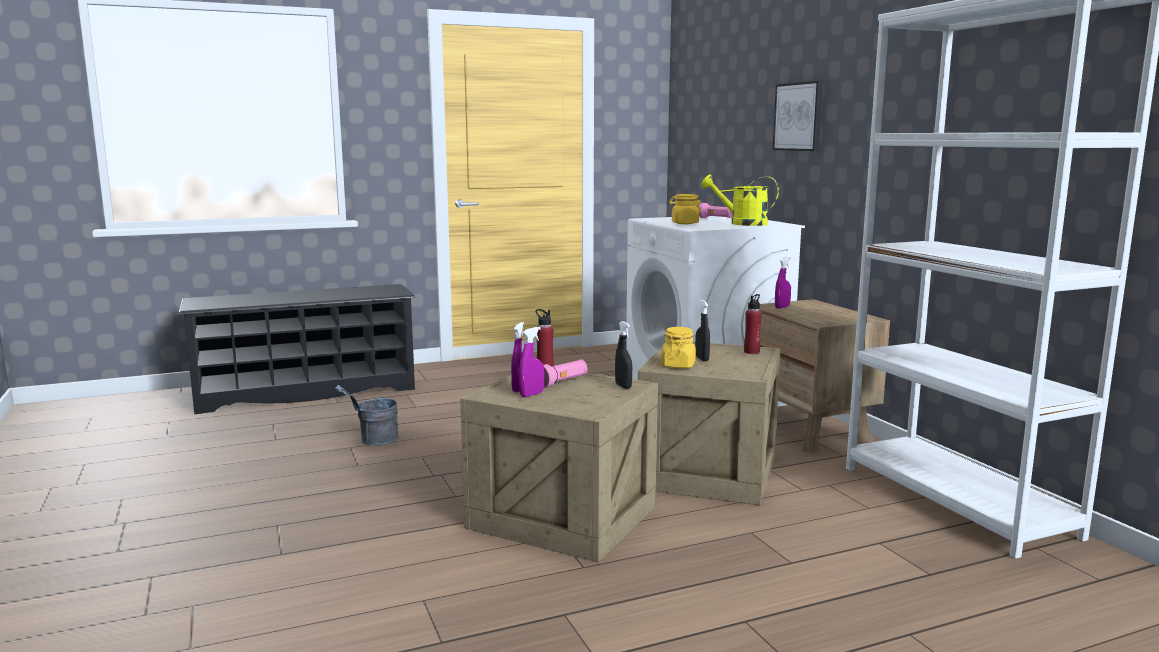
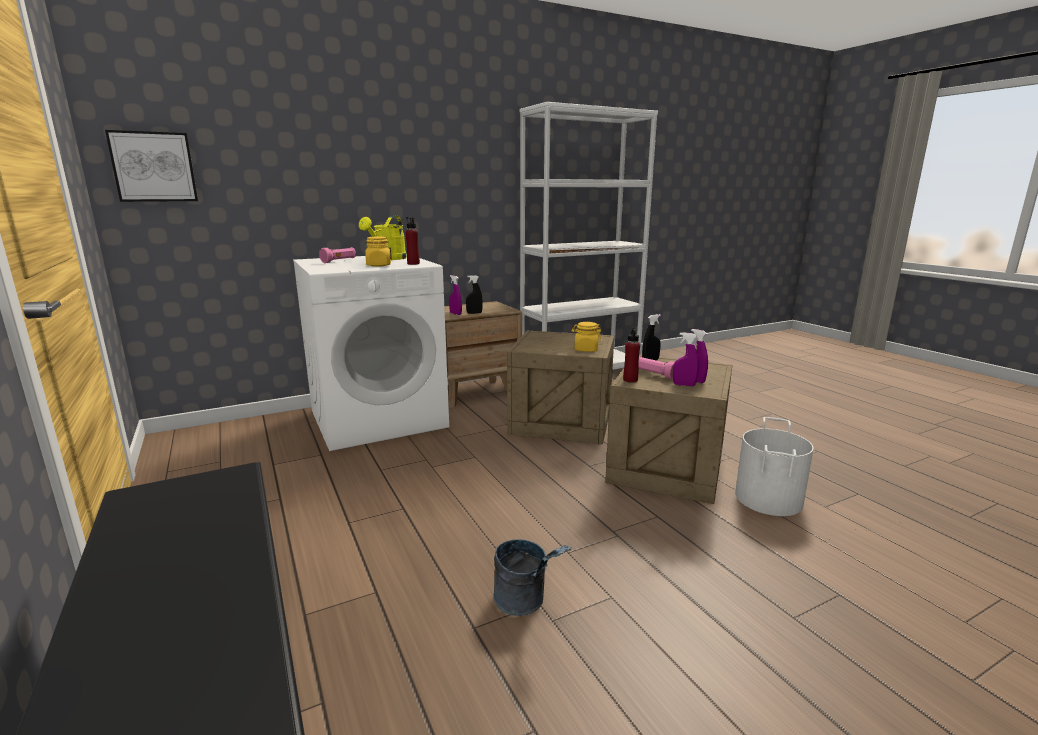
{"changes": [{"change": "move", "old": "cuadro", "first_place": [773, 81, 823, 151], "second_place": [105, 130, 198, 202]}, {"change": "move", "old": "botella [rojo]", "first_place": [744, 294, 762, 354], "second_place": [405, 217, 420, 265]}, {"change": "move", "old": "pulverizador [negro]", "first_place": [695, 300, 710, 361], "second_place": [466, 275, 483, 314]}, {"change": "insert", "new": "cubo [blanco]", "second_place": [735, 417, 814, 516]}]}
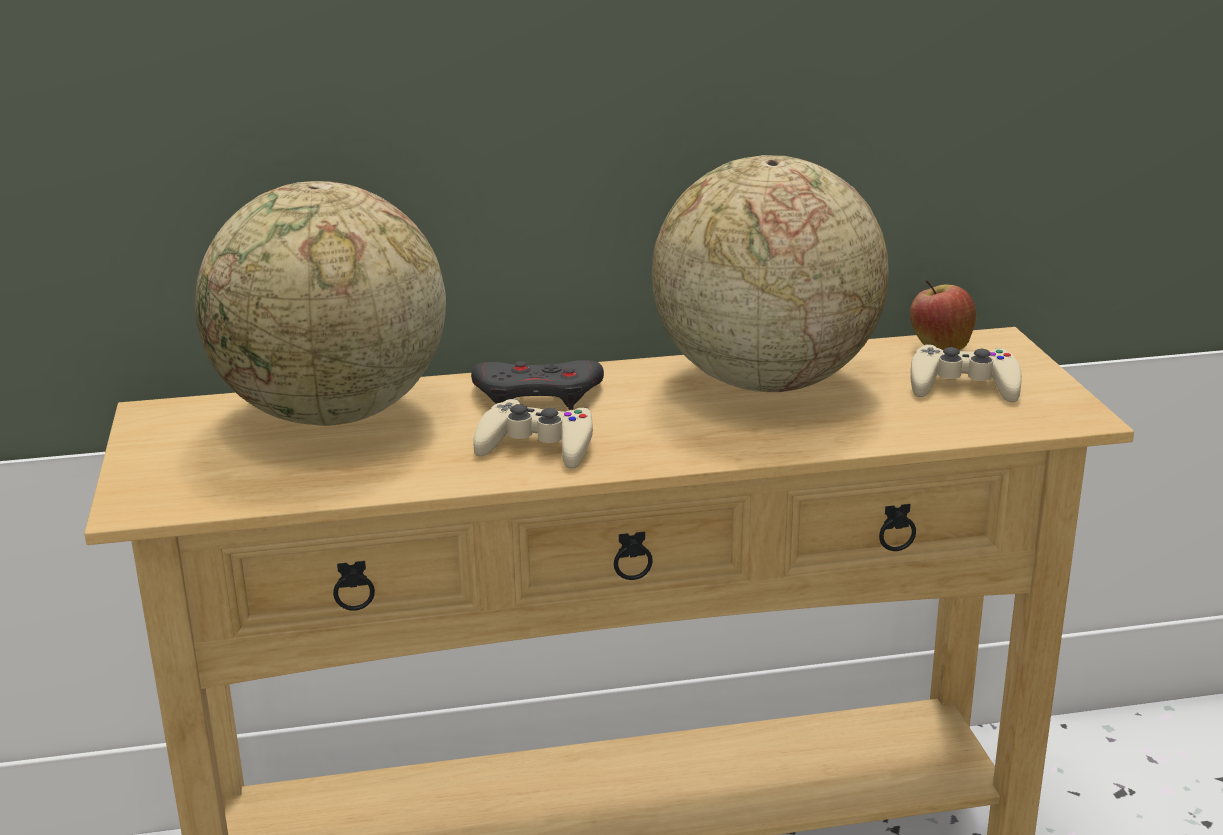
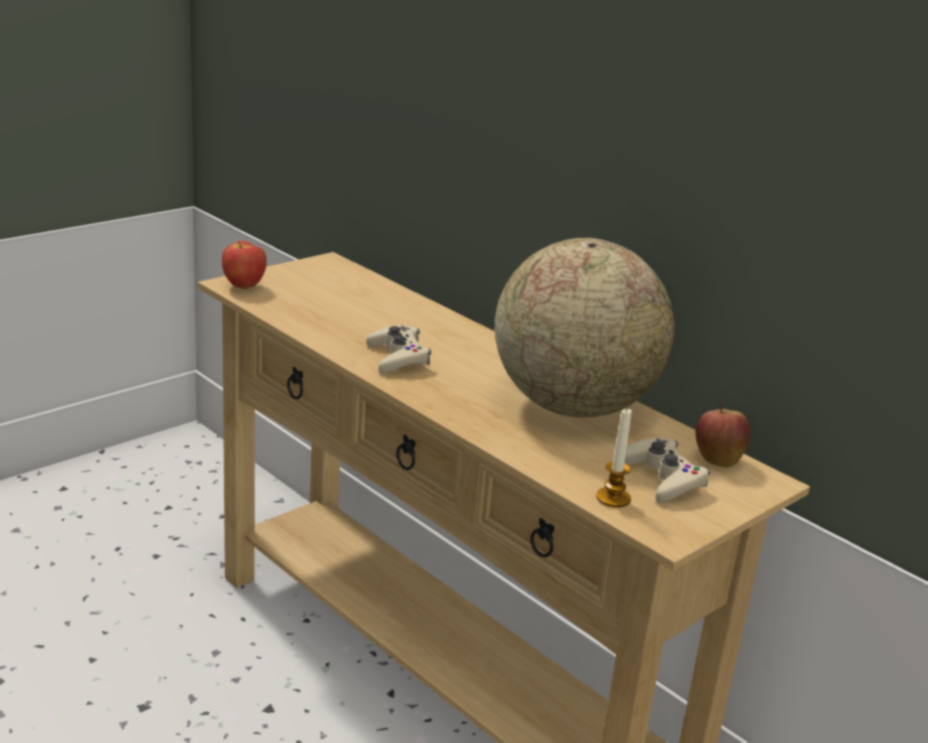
{"changes": [{"change": "insert", "new": "manzana", "second_place": [222, 241, 267, 289]}, {"change": "insert", "new": "vela", "second_place": [596, 407, 632, 508]}, {"change": "delete", "old": "globo terráqueo", "first_place": [195, 181, 446, 426]}, {"change": "delete", "old": "mando de consola [gris]", "first_place": [471, 360, 604, 410]}]}
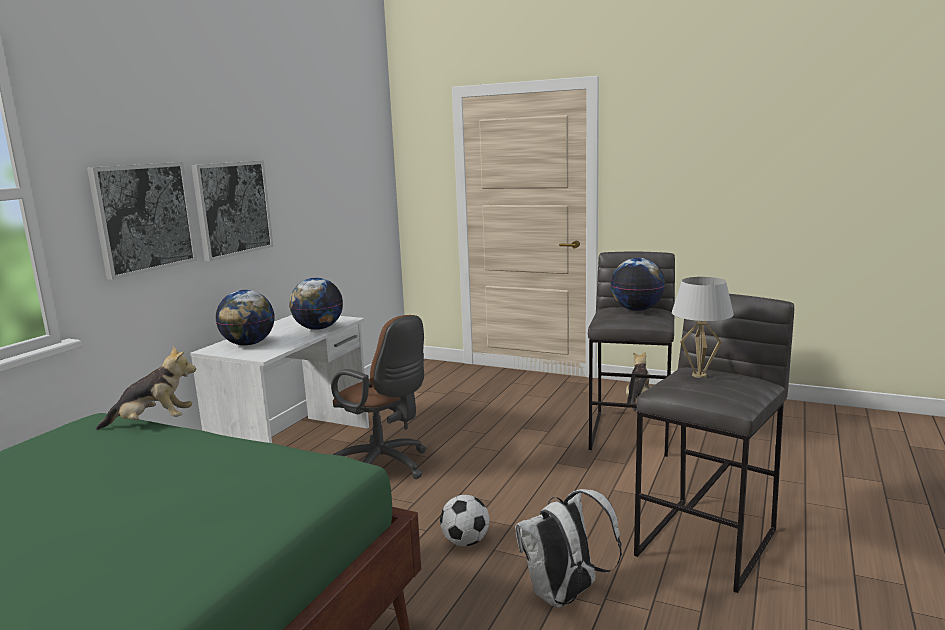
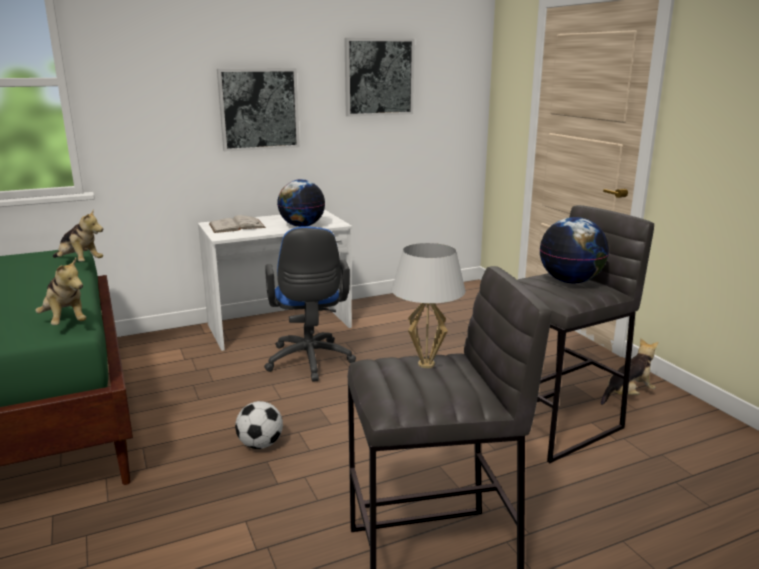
{"changes": [{"change": "insert", "new": "peluche", "second_place": [35, 258, 87, 325]}, {"change": "replace", "old": "globo terráqueo", "new": "libro [blanco]", "first_place": [216, 290, 275, 346], "second_place": [209, 215, 266, 233]}, {"change": "recolor", "old": "silla de oficina [marrón]", "new": "silla de oficina [azul]", "first_place": [331, 315, 426, 479], "second_place": [264, 226, 356, 382]}, {"change": "move", "old": "cuadro", "first_place": [87, 162, 197, 280], "second_place": [344, 38, 415, 117]}, {"change": "delete", "old": "mochila [blanco]", "first_place": [515, 489, 622, 608]}]}
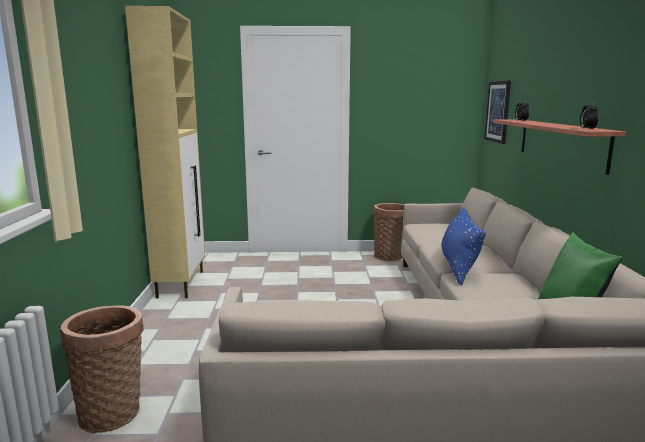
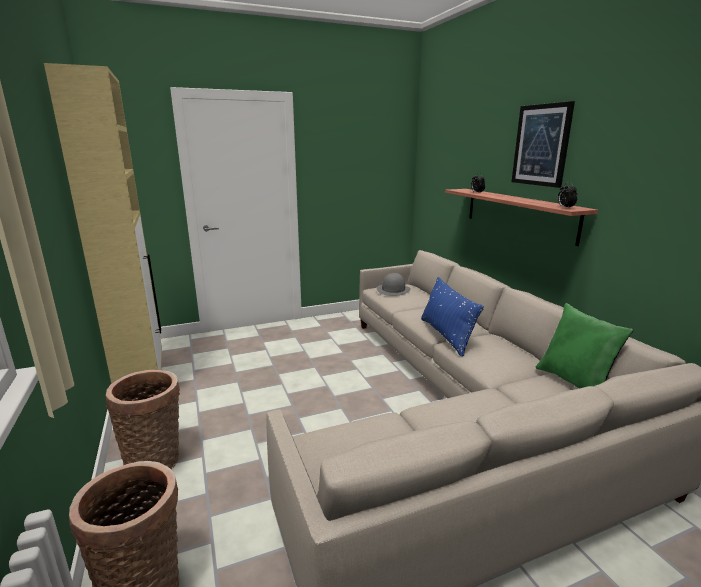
{"changes": [{"change": "move", "old": "cesta", "first_place": [373, 203, 404, 261], "second_place": [106, 370, 180, 469]}, {"change": "insert", "new": "sombrero [gris]", "second_place": [377, 273, 411, 296]}, {"change": "move", "old": "cuadro", "first_place": [484, 80, 511, 144], "second_place": [512, 101, 575, 188]}]}
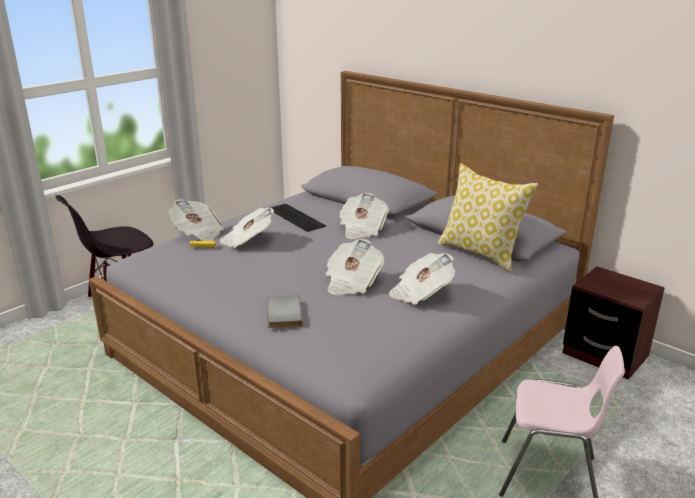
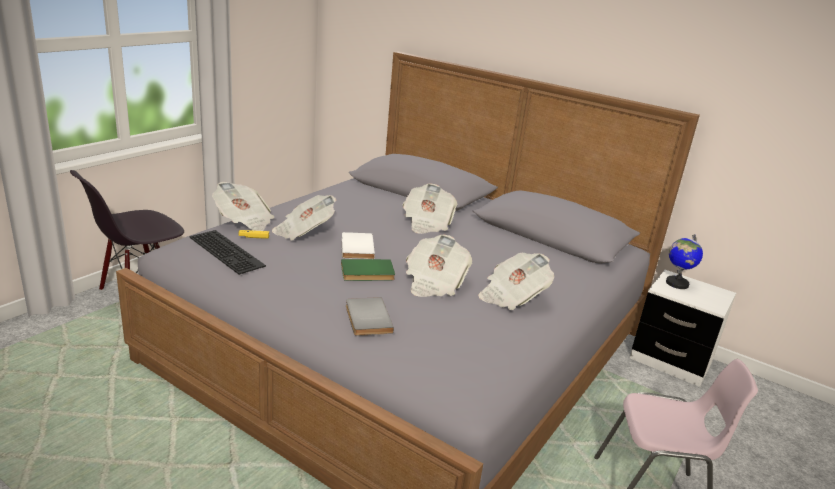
{"changes": [{"change": "move", "old": "teclado", "first_place": [270, 204, 326, 232], "second_place": [189, 230, 266, 275]}, {"change": "insert", "new": "libro [verde]", "second_place": [341, 259, 395, 281]}, {"change": "insert", "new": "libro [blanco]", "second_place": [342, 232, 375, 259]}, {"change": "recolor", "old": "mesita de noche [marrón]", "new": "mesita de noche [blanco]", "first_place": [563, 266, 665, 380], "second_place": [630, 270, 736, 387]}, {"change": "insert", "new": "globo terráqueo", "second_place": [666, 234, 703, 289]}, {"change": "delete", "old": "cojín", "first_place": [438, 163, 538, 272]}]}
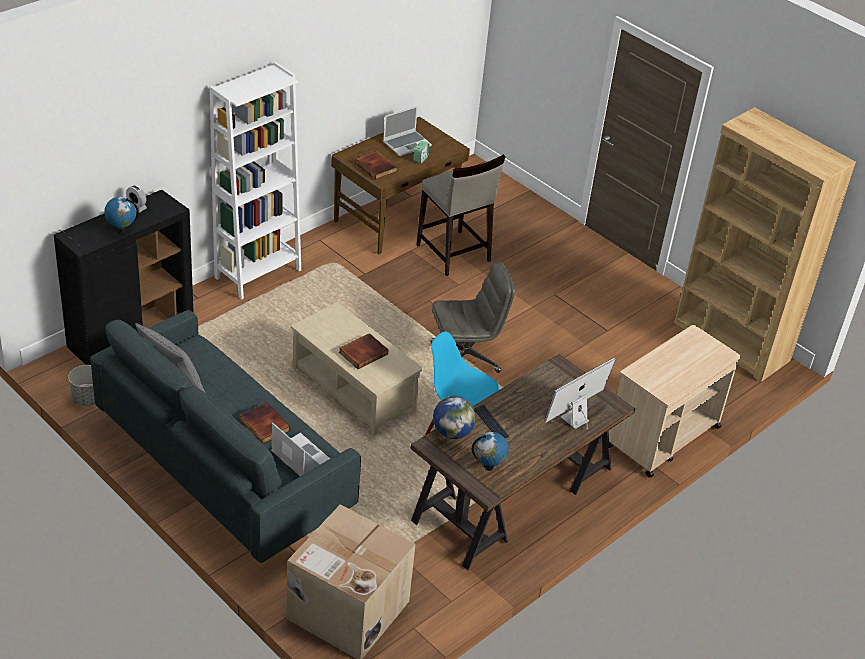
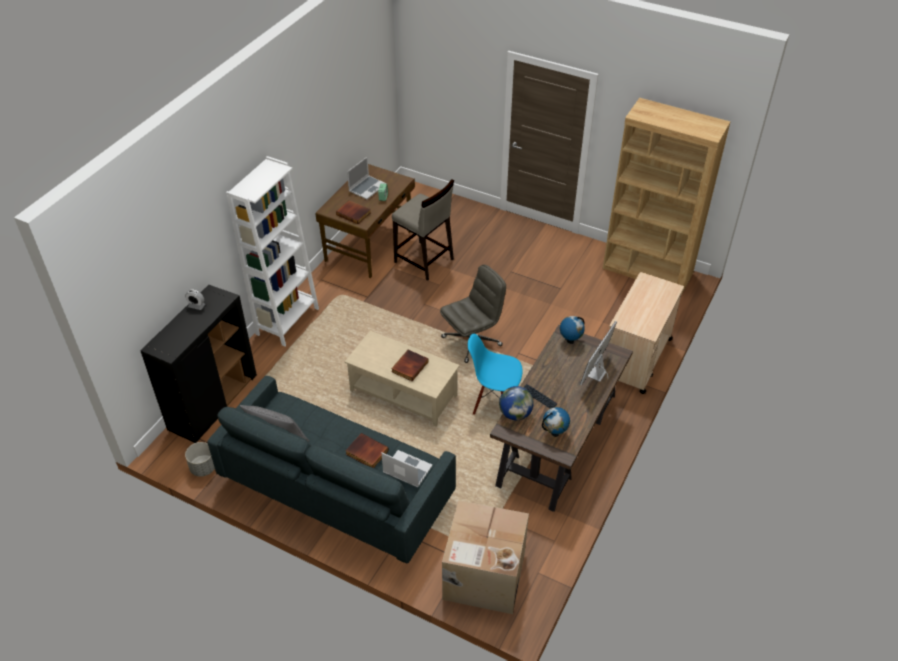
{"changes": [{"change": "move", "old": "globo terráqueo", "first_place": [104, 197, 139, 234], "second_place": [560, 316, 585, 344]}]}
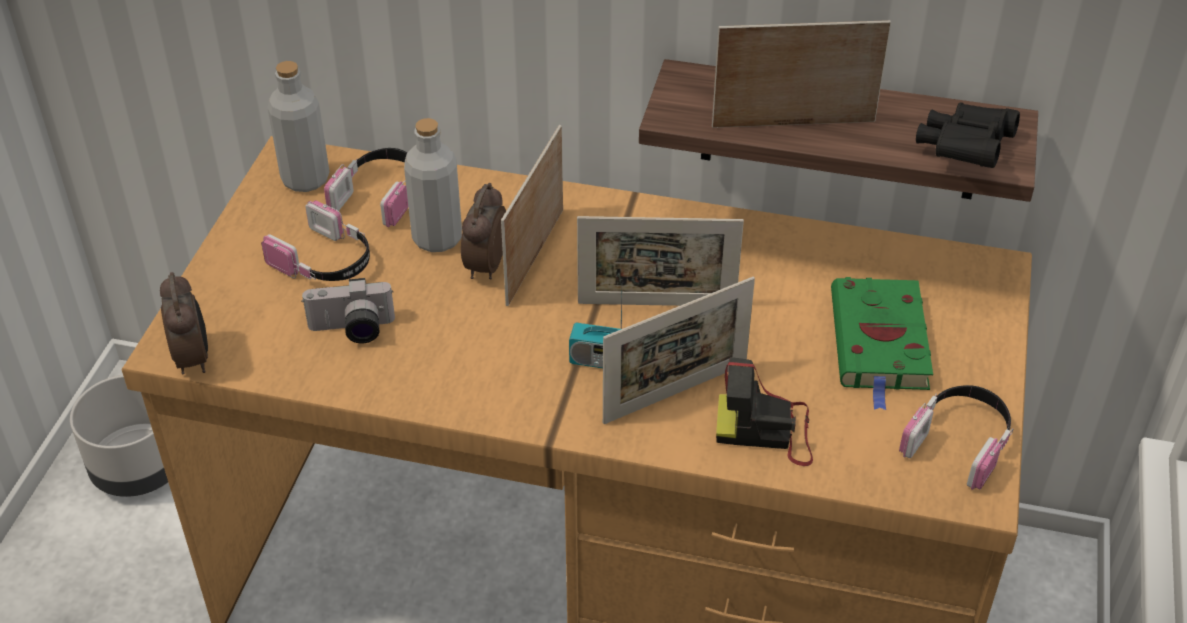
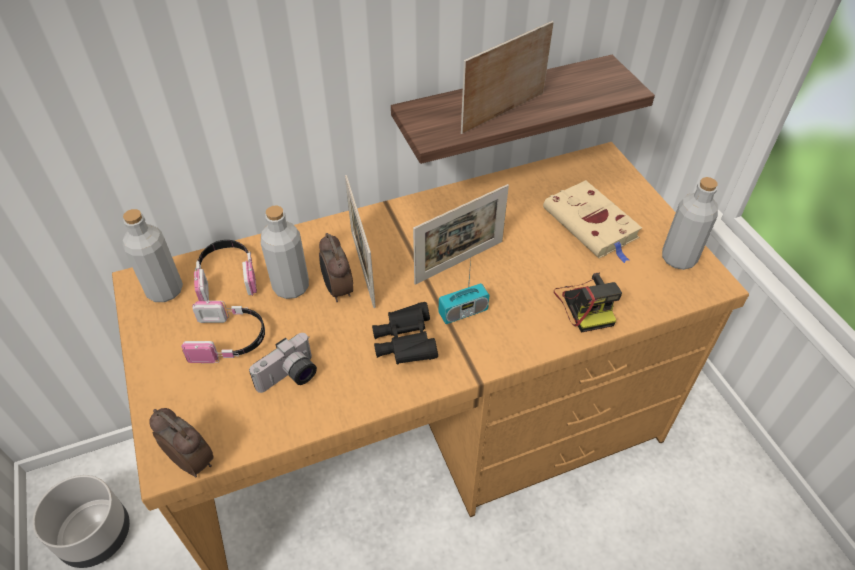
{"changes": [{"change": "move", "old": "prismáticos [negro]", "first_place": [916, 102, 1020, 168], "second_place": [372, 302, 438, 364]}, {"change": "recolor", "old": "libro [verde]", "new": "libro [beis]", "first_place": [831, 277, 933, 410], "second_place": [543, 180, 642, 263]}, {"change": "rotate", "old": "cámara", "first_place": [716, 357, 813, 466], "second_place": [554, 273, 622, 333], "degrees": -75}, {"change": "replace", "old": "auriculares", "new": "botella [gris]", "first_place": [899, 385, 1013, 490], "second_place": [662, 177, 718, 270]}, {"change": "delete", "old": "portarretratos", "first_place": [603, 277, 755, 424]}]}
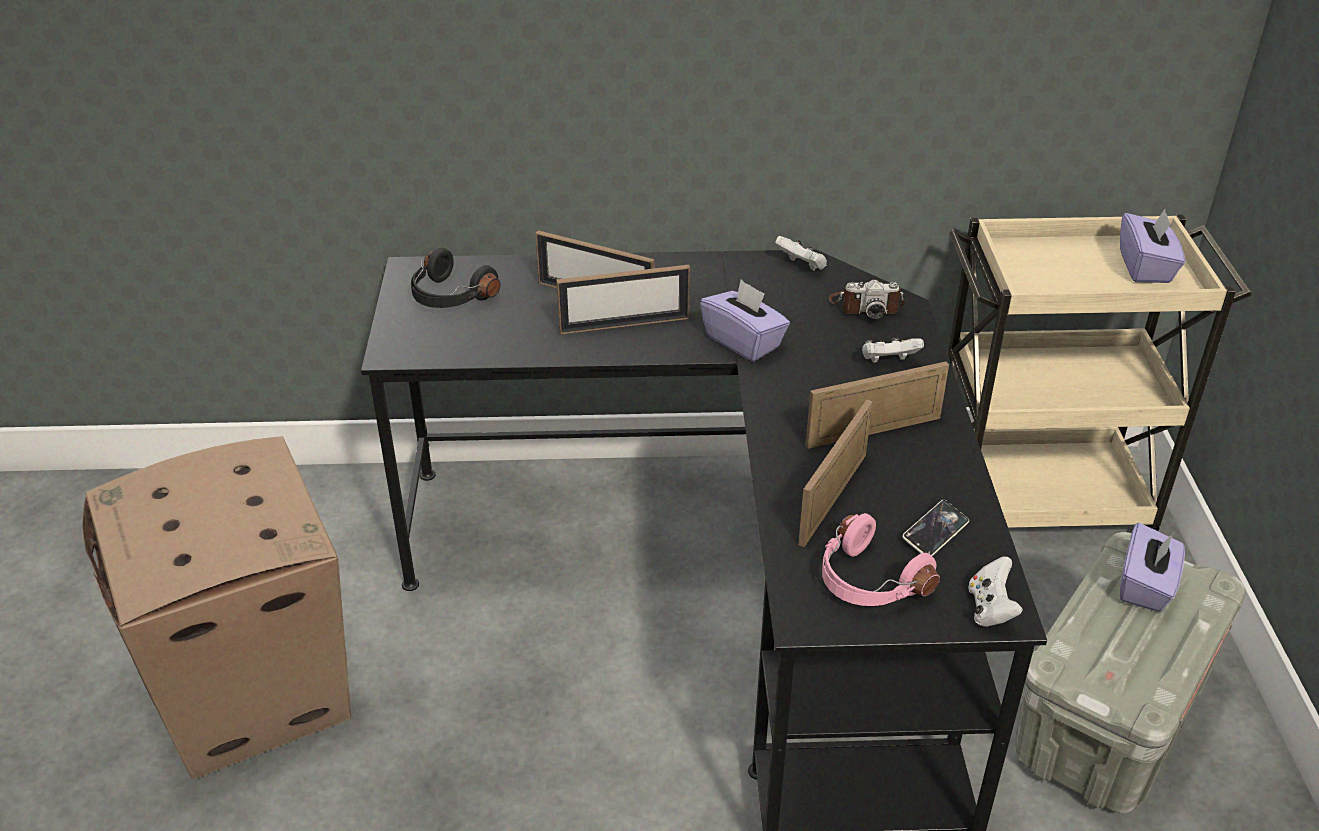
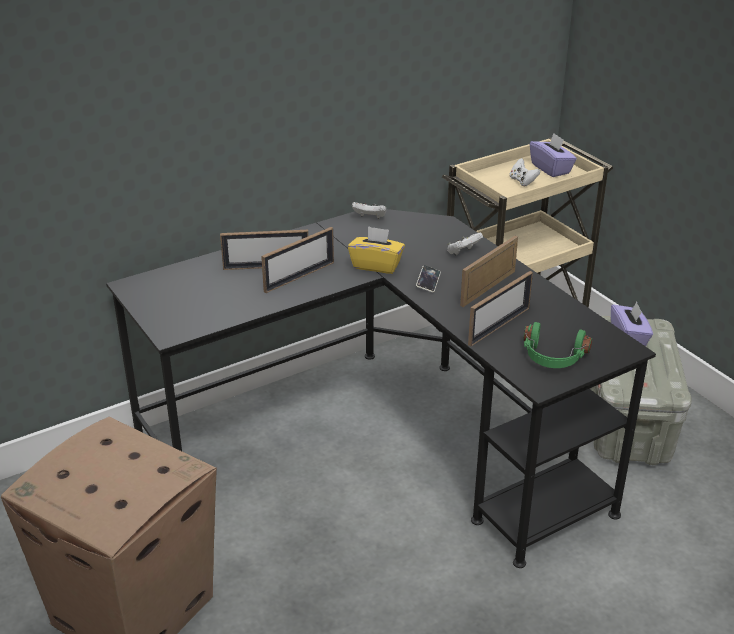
{"changes": [{"change": "recolor", "old": "caja de pañuelos [morado]", "new": "caja de pañuelos [amarillo]", "first_place": [700, 280, 790, 362], "second_place": [348, 226, 405, 274]}, {"change": "move", "old": "móvil", "first_place": [902, 500, 969, 556], "second_place": [416, 265, 441, 292]}, {"change": "rotate", "old": "portarretratos", "first_place": [798, 399, 873, 547], "second_place": [468, 271, 533, 346], "degrees": -135}, {"change": "move", "old": "mando de consola [blanco]", "first_place": [969, 557, 1023, 627], "second_place": [509, 158, 540, 186]}, {"change": "recolor", "old": "auriculares [rosa]", "new": "auriculares [verde]", "first_place": [822, 513, 940, 606], "second_place": [523, 322, 592, 368]}, {"change": "delete", "old": "auriculares [negro]", "first_place": [411, 248, 500, 308]}, {"change": "delete", "old": "cámara", "first_place": [829, 280, 905, 319]}]}
